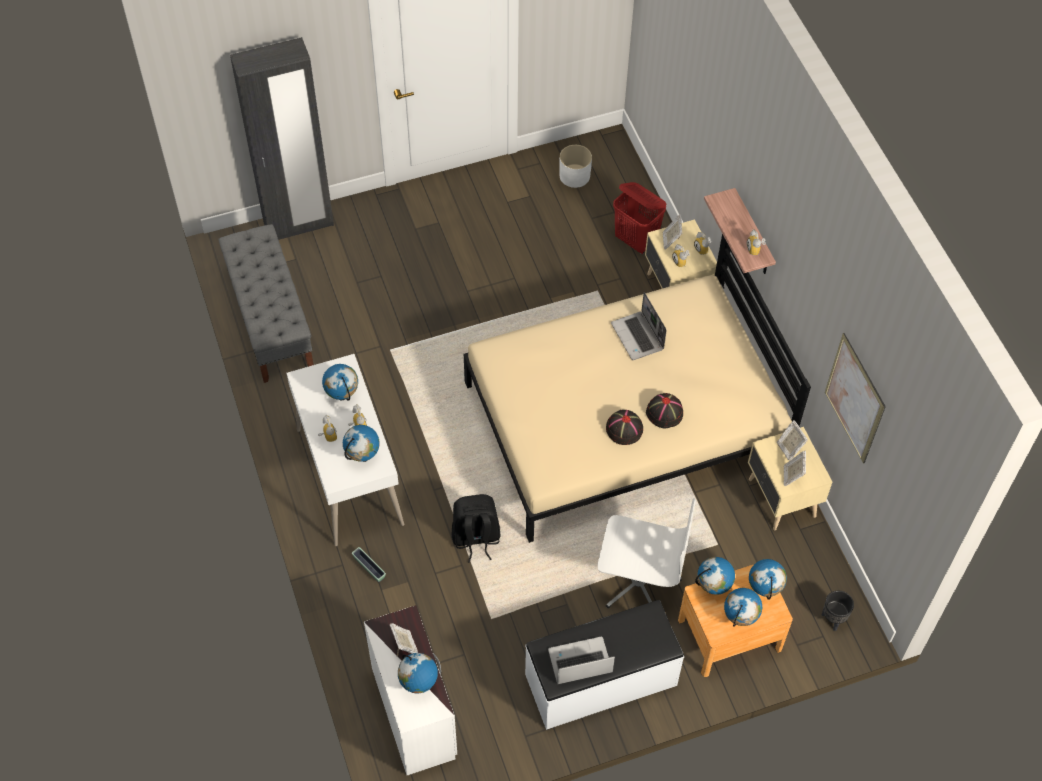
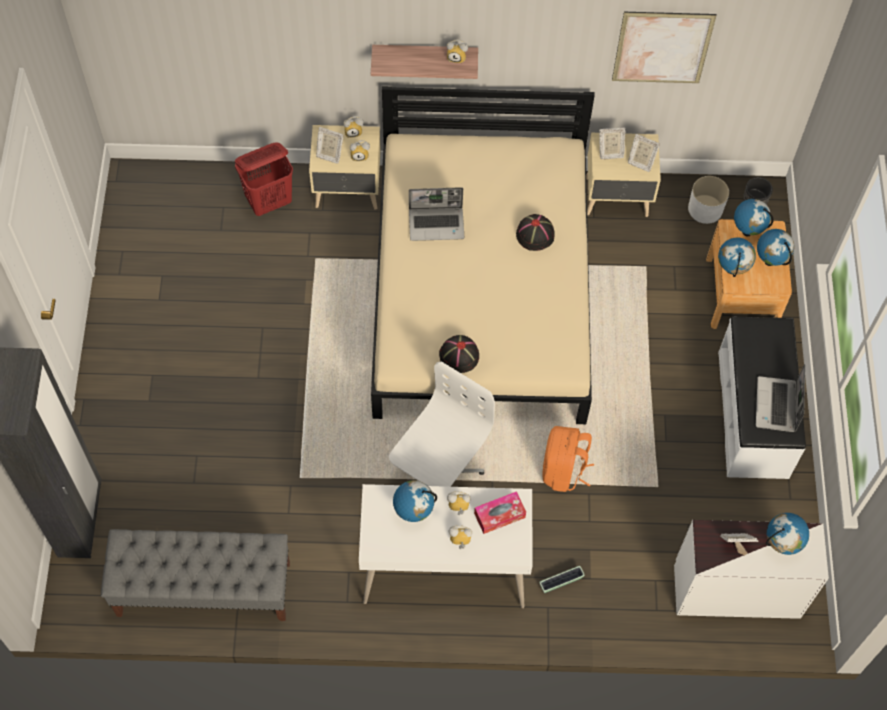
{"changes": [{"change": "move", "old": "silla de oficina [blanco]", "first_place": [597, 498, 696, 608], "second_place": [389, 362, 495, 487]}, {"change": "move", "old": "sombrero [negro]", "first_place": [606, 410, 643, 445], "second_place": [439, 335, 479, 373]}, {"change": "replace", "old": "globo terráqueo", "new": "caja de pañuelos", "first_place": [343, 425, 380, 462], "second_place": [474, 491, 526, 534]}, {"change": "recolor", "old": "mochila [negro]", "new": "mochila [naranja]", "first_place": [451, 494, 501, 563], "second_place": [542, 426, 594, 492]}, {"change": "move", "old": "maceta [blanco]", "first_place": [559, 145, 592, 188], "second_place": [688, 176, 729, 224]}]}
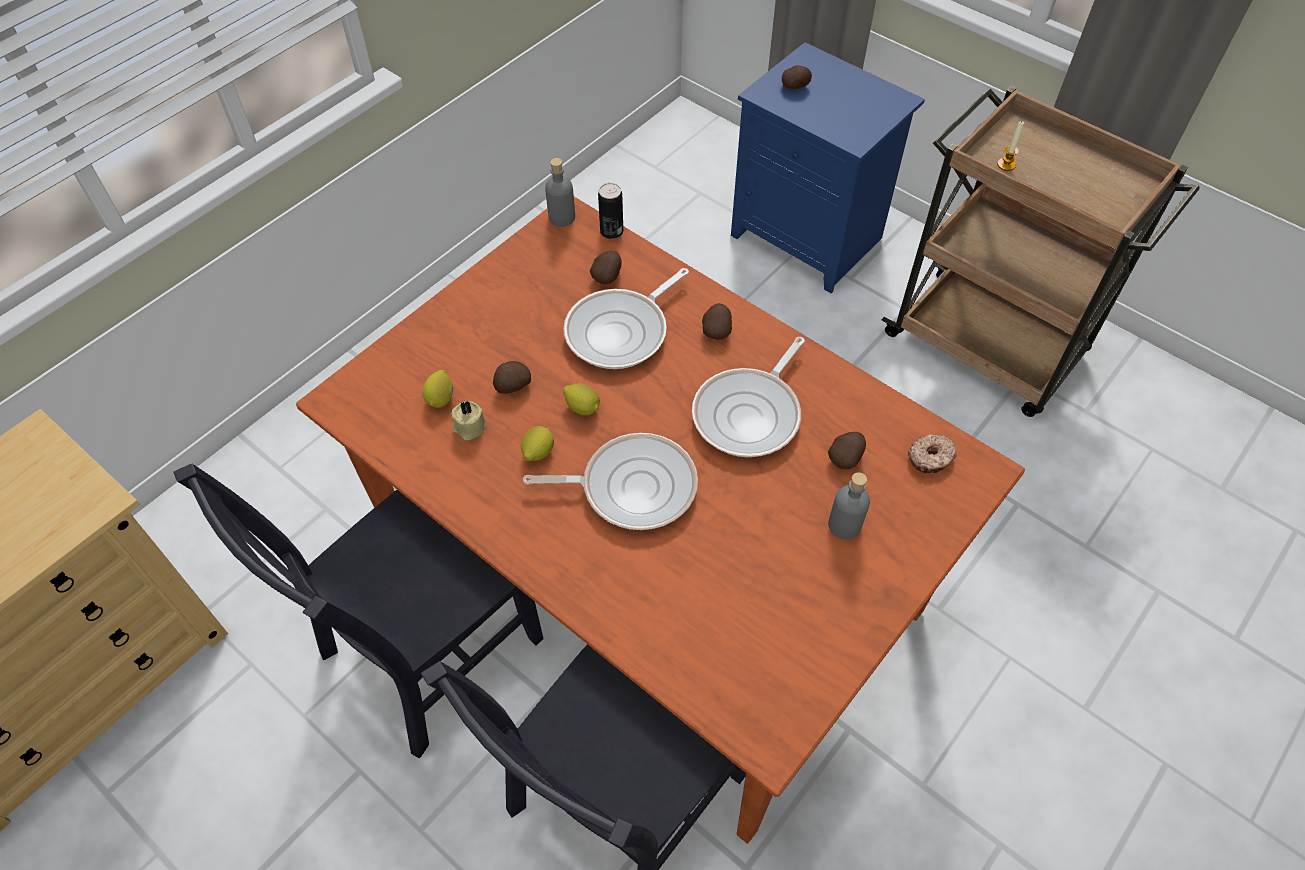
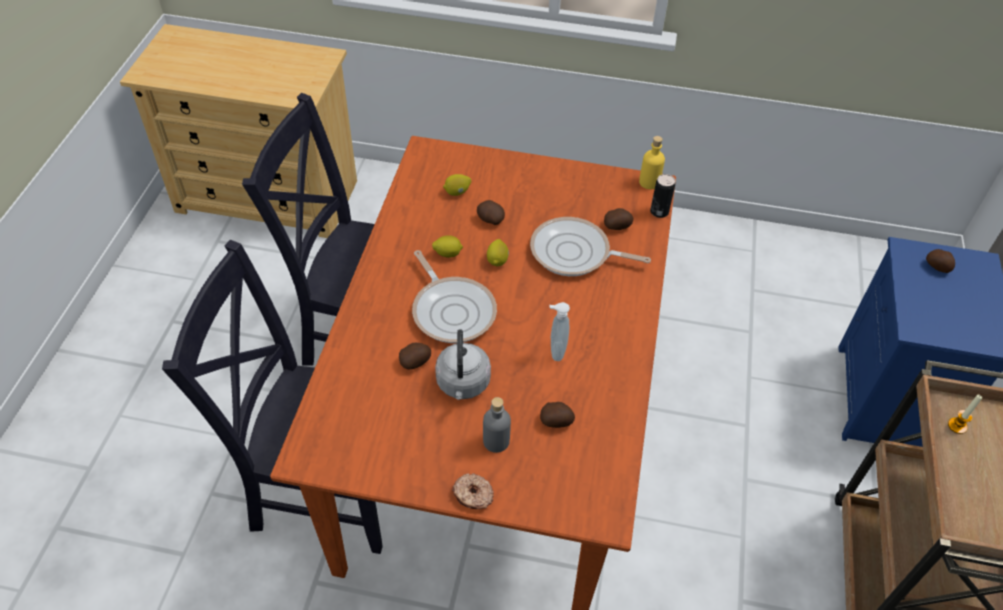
{"changes": [{"change": "move", "old": "patata", "first_place": [702, 303, 732, 340], "second_place": [399, 343, 431, 369]}, {"change": "insert", "new": "hervidor [gris]", "second_place": [435, 329, 491, 400]}, {"change": "move", "old": "rosquilla", "first_place": [908, 434, 957, 473], "second_place": [453, 473, 494, 509]}, {"change": "replace", "old": "sartén", "new": "dispensador de jabón", "first_place": [692, 337, 805, 457], "second_place": [549, 302, 570, 361]}, {"change": "recolor", "old": "botella [gris]", "new": "botella [amarillo]", "first_place": [545, 158, 575, 227], "second_place": [639, 136, 665, 189]}, {"change": "delete", "old": "vela [beis]", "first_place": [451, 401, 487, 441]}]}
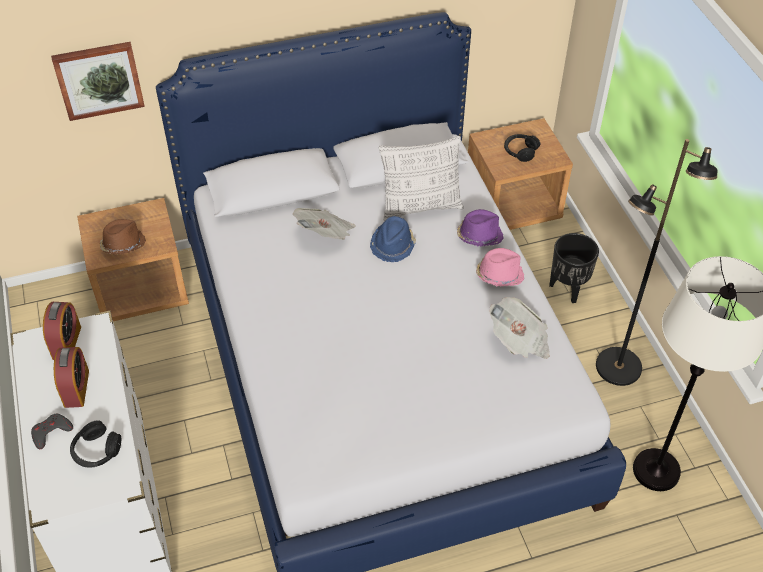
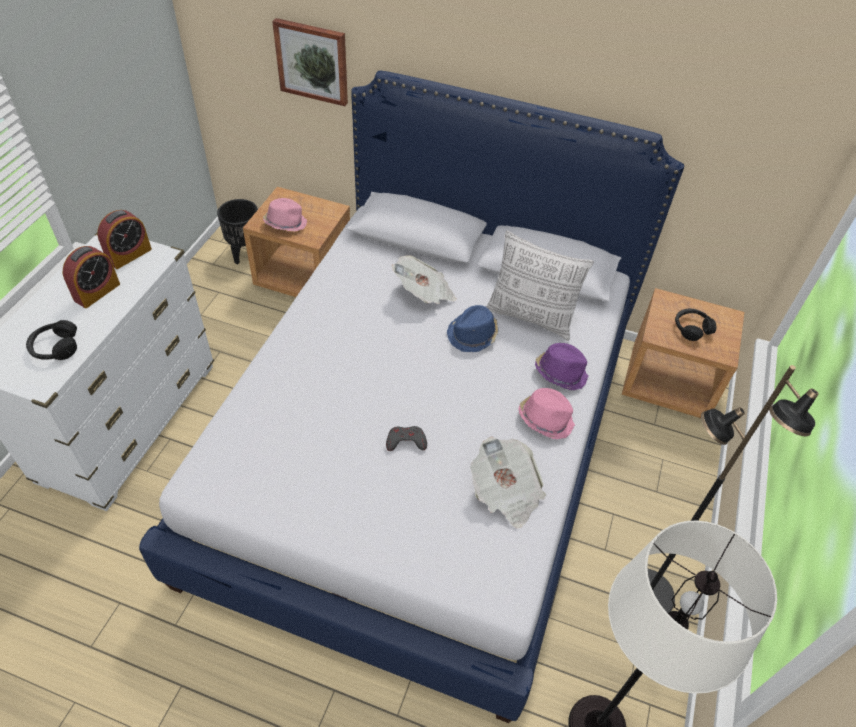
{"changes": [{"change": "move", "old": "maceta [negro]", "first_place": [549, 233, 599, 303], "second_place": [217, 199, 258, 264]}, {"change": "recolor", "old": "sombrero [marrón]", "new": "sombrero [rosa]", "first_place": [100, 219, 146, 254], "second_place": [263, 198, 307, 231]}, {"change": "move", "old": "mando de consola [gris]", "first_place": [31, 414, 73, 449], "second_place": [386, 426, 427, 451]}]}
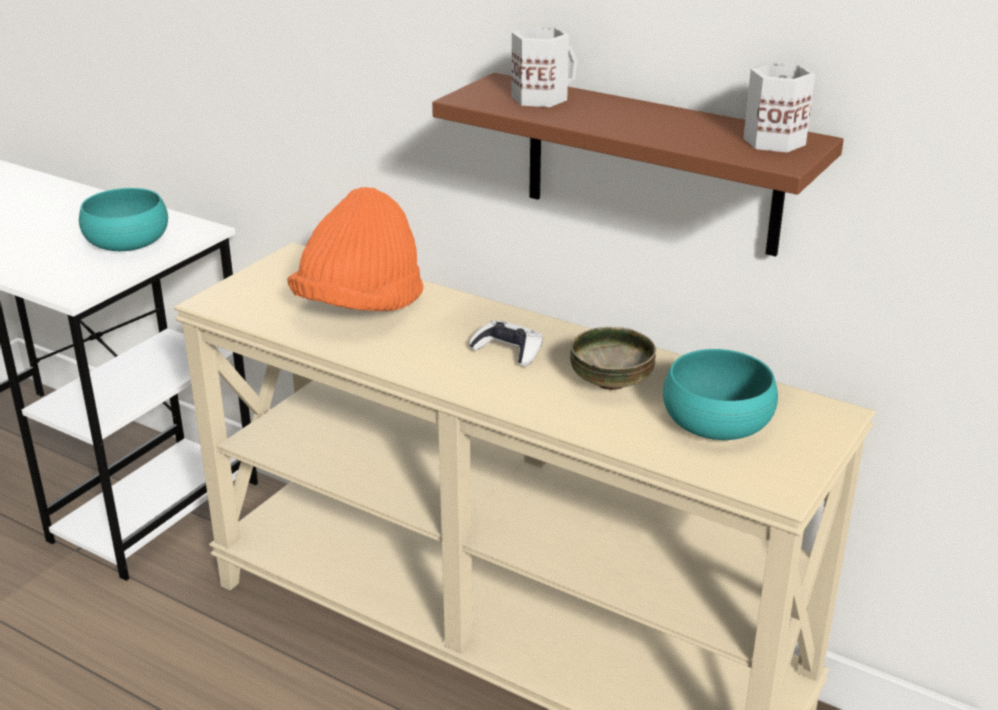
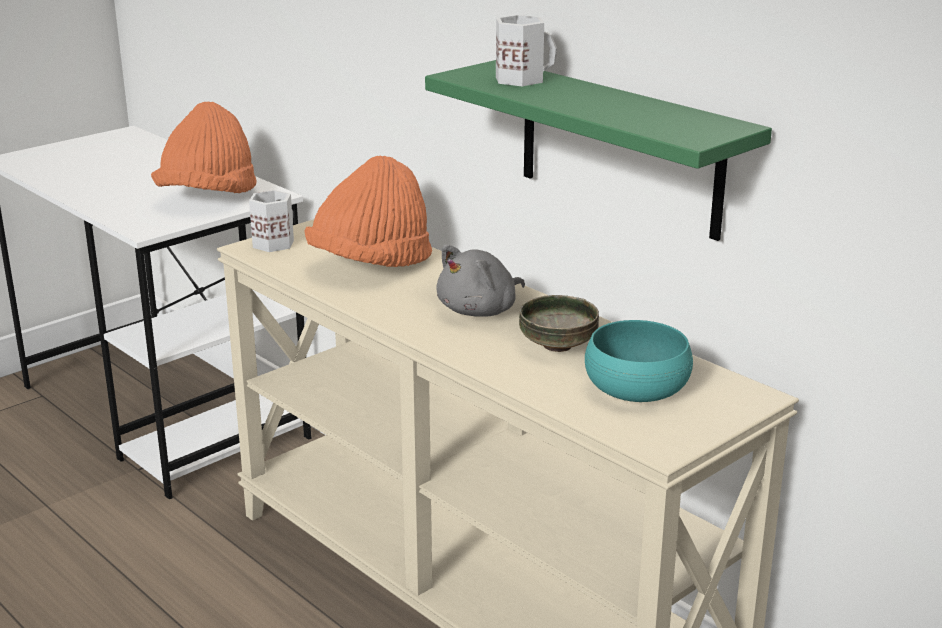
{"changes": [{"change": "replace", "old": "cuenco [turquesa]", "new": "sombrero [naranja]", "first_place": [79, 188, 168, 251], "second_place": [151, 102, 257, 193]}, {"change": "move", "old": "taza grande [blanco]", "first_place": [743, 63, 815, 153], "second_place": [249, 190, 294, 252]}, {"change": "recolor", "old": "estante [marrón]", "new": "estante [verde]", "first_place": [432, 73, 844, 257], "second_place": [425, 60, 772, 241]}, {"change": "replace", "old": "mando de consola [blanco]", "new": "peluche [gris]", "first_place": [469, 320, 543, 366], "second_place": [436, 244, 525, 317]}]}
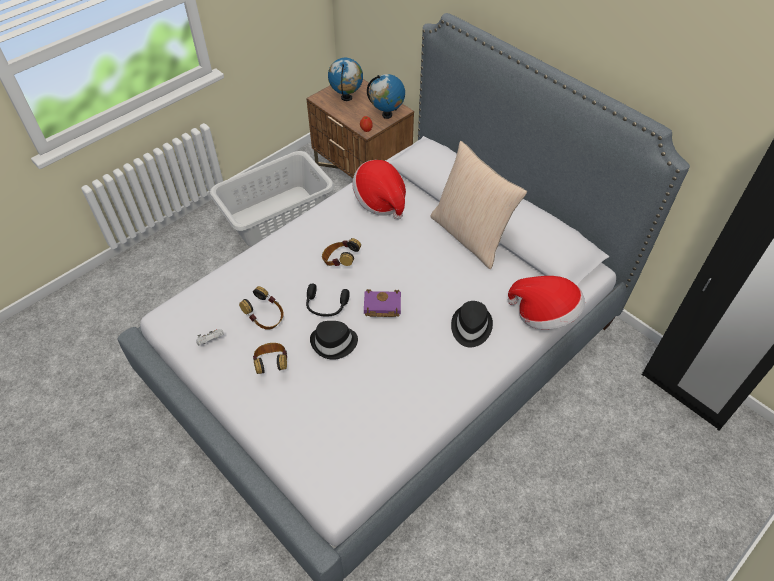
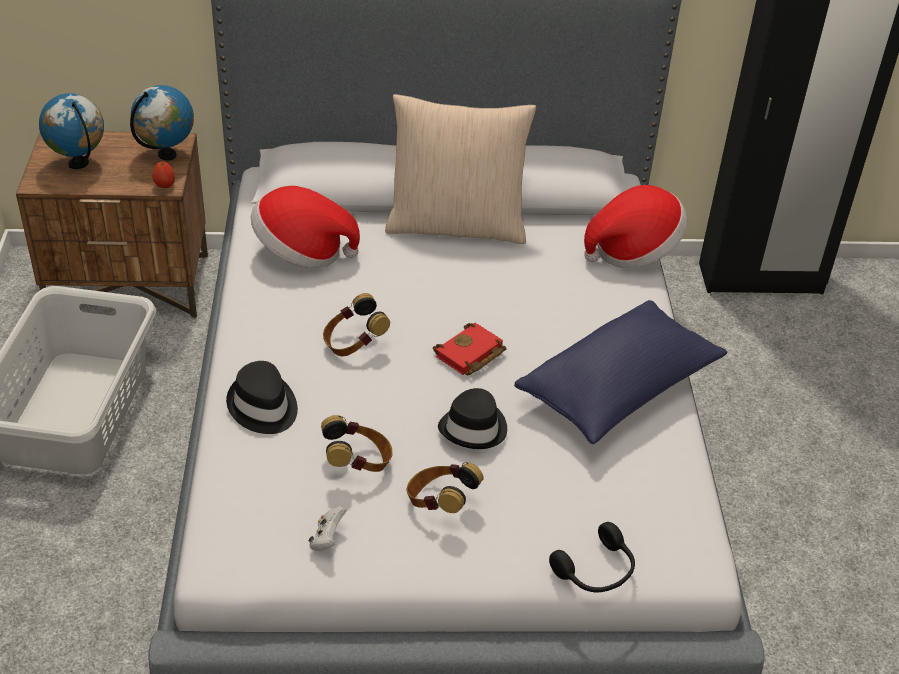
{"changes": [{"change": "move", "old": "sombrero [negro]", "first_place": [451, 301, 493, 348], "second_place": [226, 361, 298, 434]}, {"change": "recolor", "old": "libro [morado]", "new": "libro [rojo]", "first_place": [364, 289, 401, 317], "second_place": [433, 323, 506, 375]}, {"change": "insert", "new": "cojín [azul]", "second_place": [514, 300, 728, 444]}, {"change": "move", "old": "auriculares [negro]", "first_place": [306, 284, 350, 316], "second_place": [549, 522, 635, 592]}]}
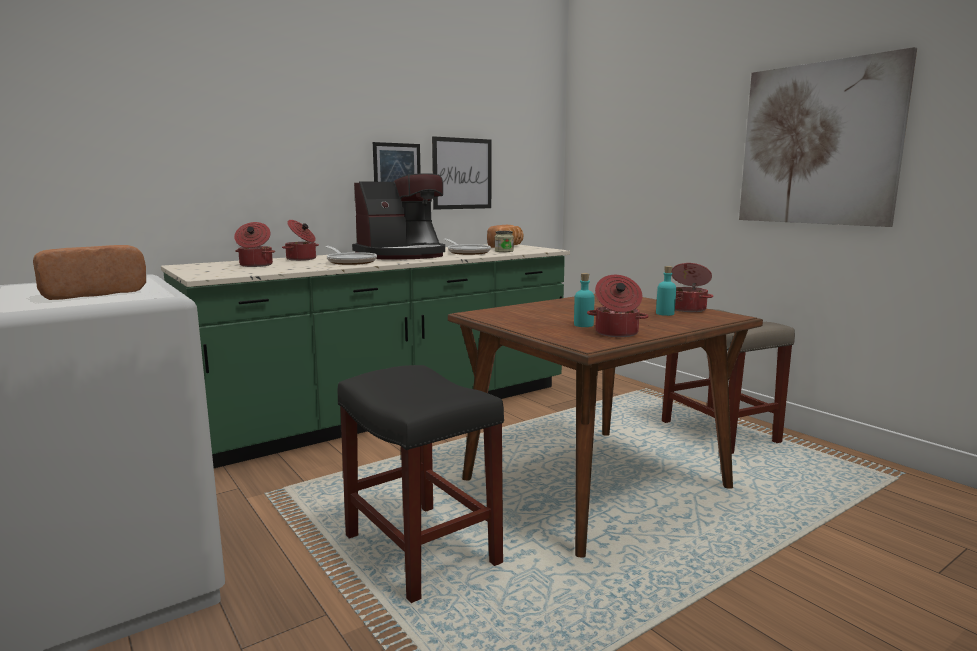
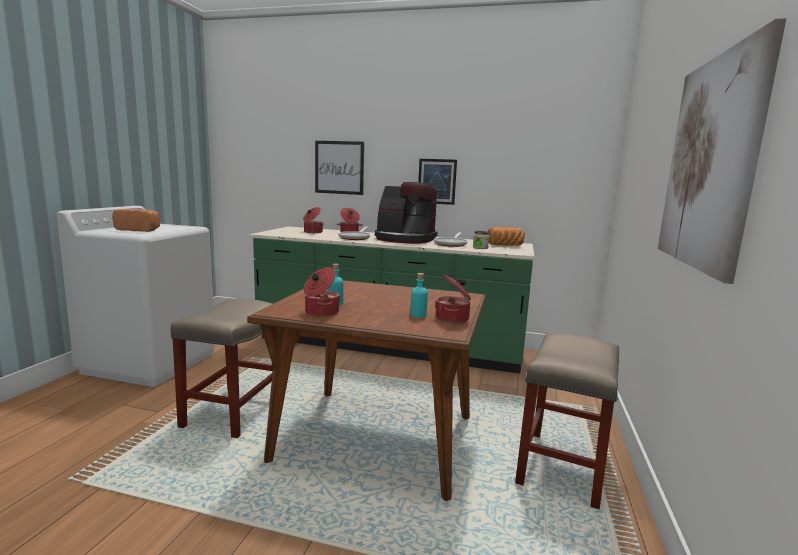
{"changes": [{"change": "recolor", "old": "taburete [negro]", "new": "taburete [beis]", "first_place": [337, 365, 504, 603], "second_place": [171, 299, 277, 438]}, {"change": "move", "old": "cuadro", "first_place": [432, 136, 492, 210], "second_place": [315, 141, 364, 195]}]}
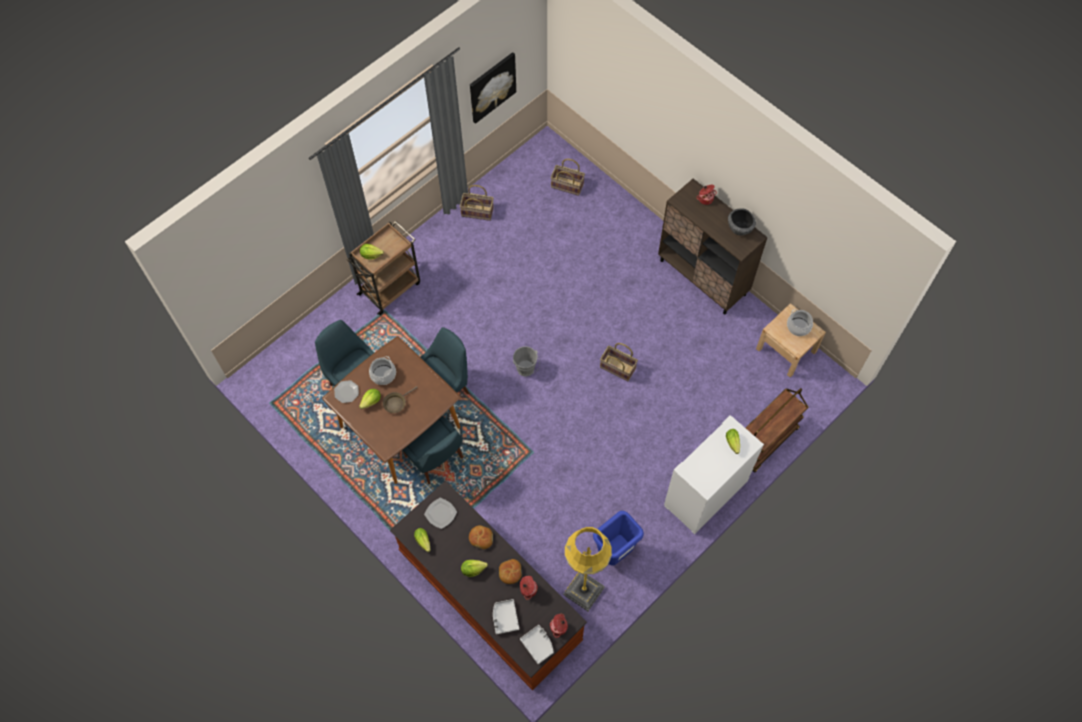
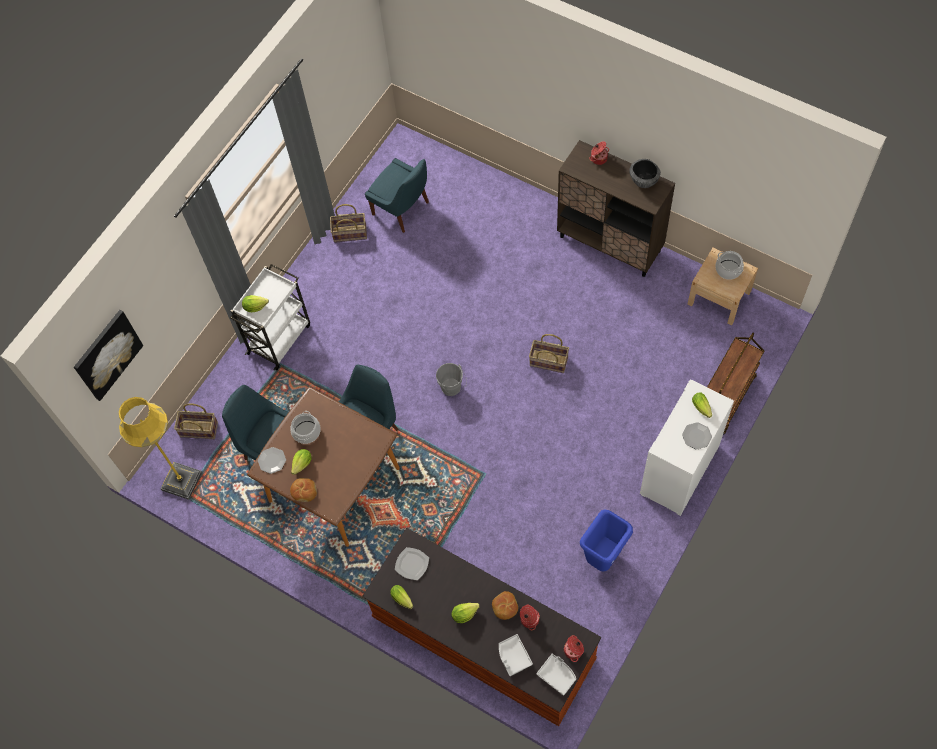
{"changes": [{"change": "move", "old": "cuadro", "first_place": [470, 52, 516, 124], "second_place": [74, 310, 143, 401]}, {"change": "move", "old": "lámpara de pie [amarillo]", "first_place": [563, 527, 612, 611], "second_place": [119, 397, 202, 500]}, {"change": "move", "old": "cesta", "first_place": [551, 159, 585, 196], "second_place": [174, 404, 218, 439]}, {"change": "recolor", "old": "carrito [marrón]", "new": "carrito [blanco]", "first_place": [347, 221, 420, 315], "second_place": [230, 264, 310, 370]}, {"change": "move", "old": "pan", "first_place": [469, 525, 493, 549], "second_place": [290, 478, 317, 502]}, {"change": "move", "old": "silla [azul]", "first_place": [402, 416, 463, 484], "second_place": [365, 158, 429, 233]}, {"change": "insert", "new": "plato", "second_place": [682, 422, 712, 449]}, {"change": "delete", "old": "sartén [marrón]", "first_place": [383, 386, 418, 413]}]}
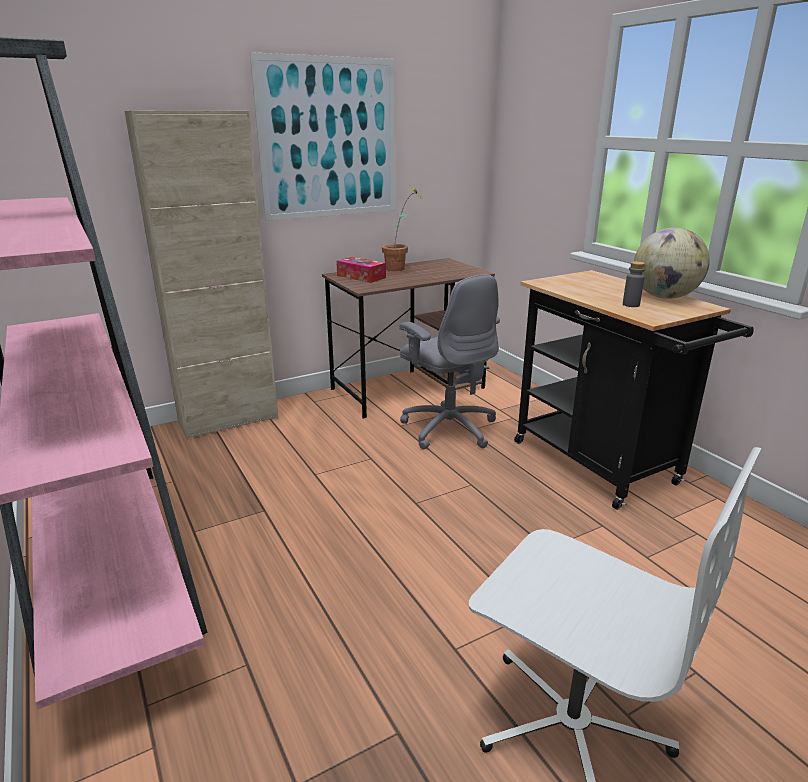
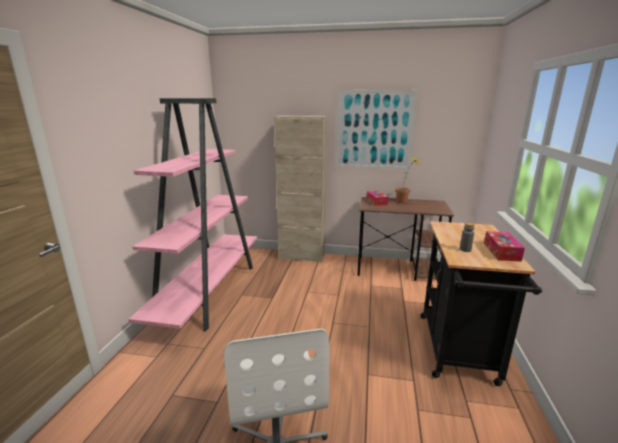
{"changes": [{"change": "replace", "old": "globo terráqueo", "new": "caja de pañuelos", "first_place": [634, 227, 710, 299], "second_place": [484, 231, 525, 262]}, {"change": "delete", "old": "silla de oficina [gris]", "first_place": [399, 274, 500, 450]}]}
